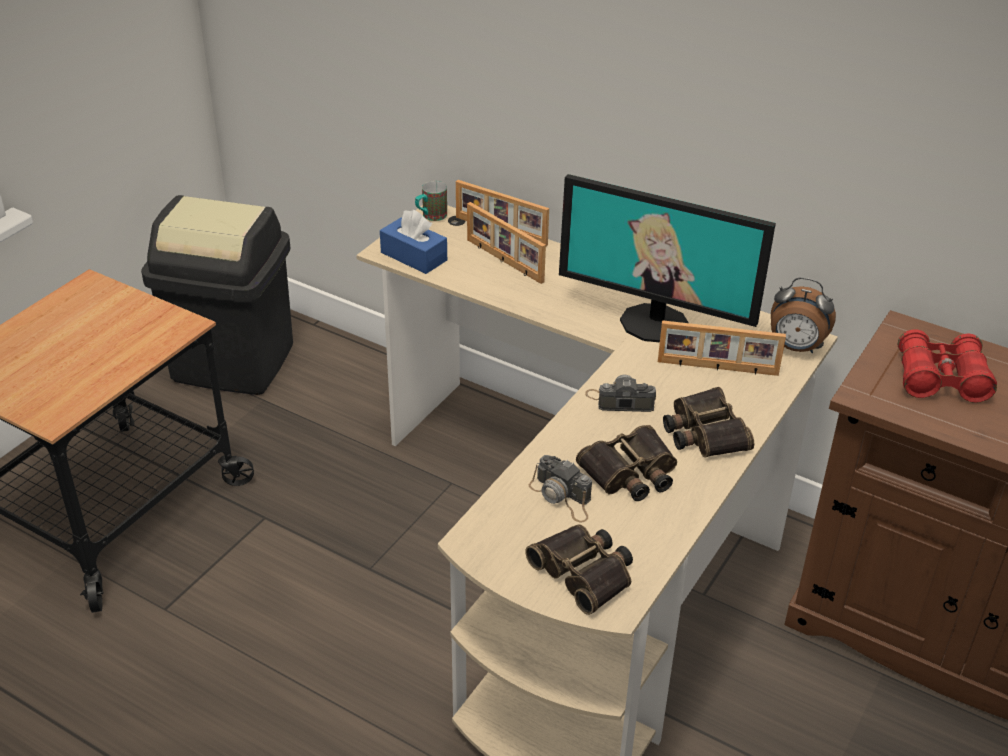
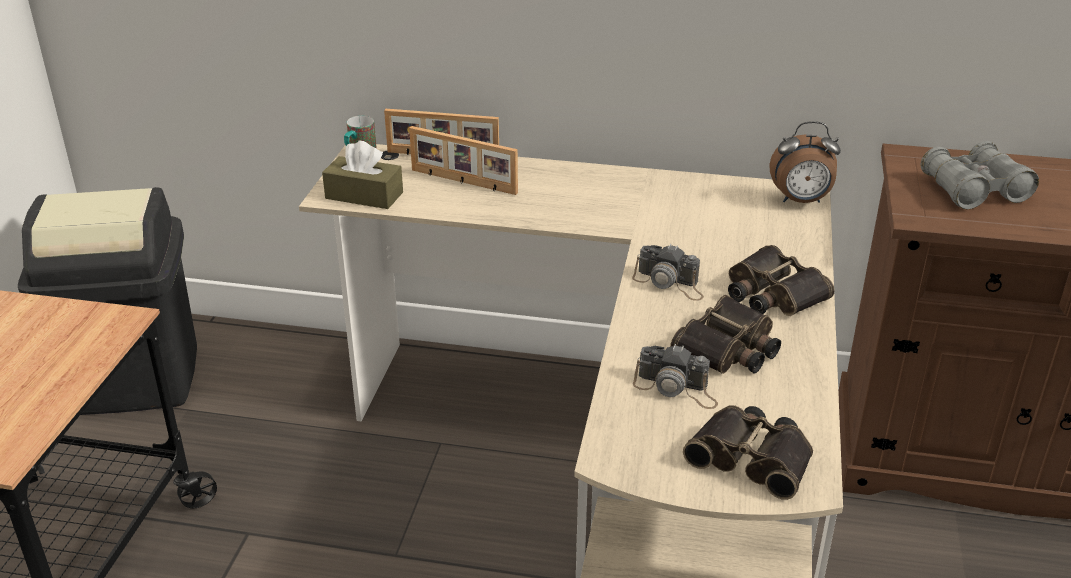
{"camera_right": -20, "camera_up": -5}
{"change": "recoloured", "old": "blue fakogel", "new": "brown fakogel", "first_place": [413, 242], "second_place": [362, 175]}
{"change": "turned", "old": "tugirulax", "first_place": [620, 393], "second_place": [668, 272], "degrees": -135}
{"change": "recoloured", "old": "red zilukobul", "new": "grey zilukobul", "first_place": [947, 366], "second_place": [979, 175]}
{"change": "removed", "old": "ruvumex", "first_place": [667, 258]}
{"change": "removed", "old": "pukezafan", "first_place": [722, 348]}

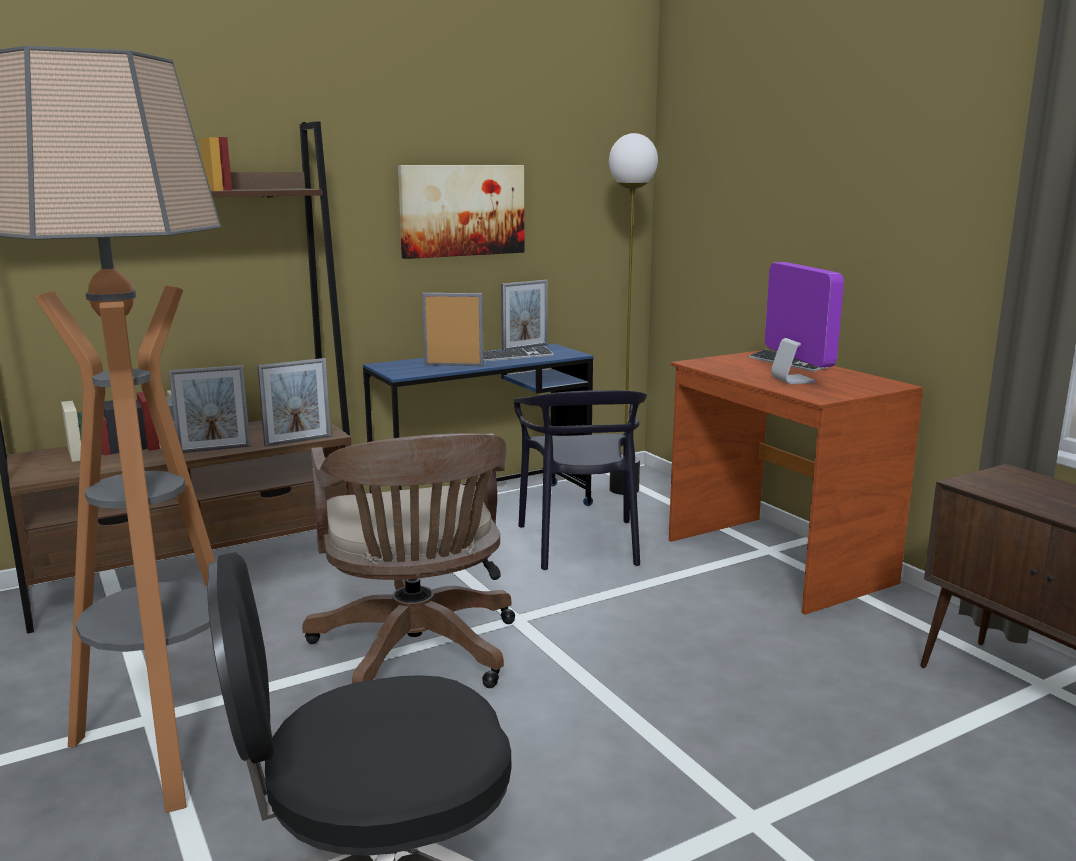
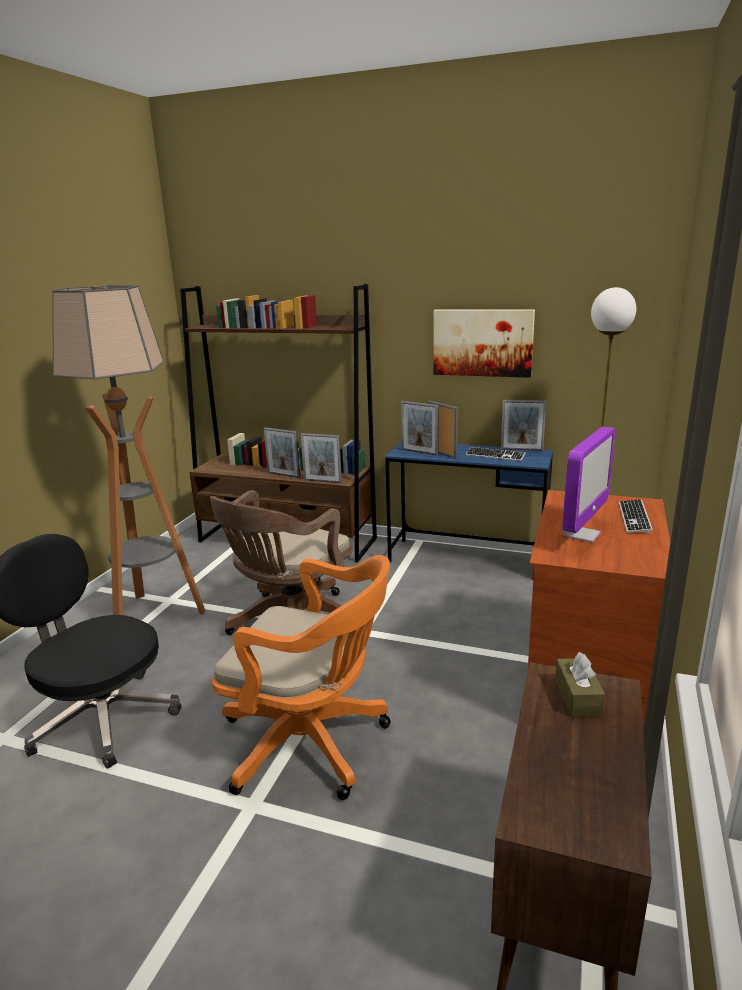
{"camera_right": 50, "camera_up": 5}
{"change": "added", "new": "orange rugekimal", "second_place": [301, 677]}
{"change": "added", "new": "pukezafan", "second_place": [420, 428]}
{"change": "added", "new": "brown fakogel", "second_place": [580, 684]}
{"change": "removed", "old": "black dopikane", "first_place": [580, 480]}

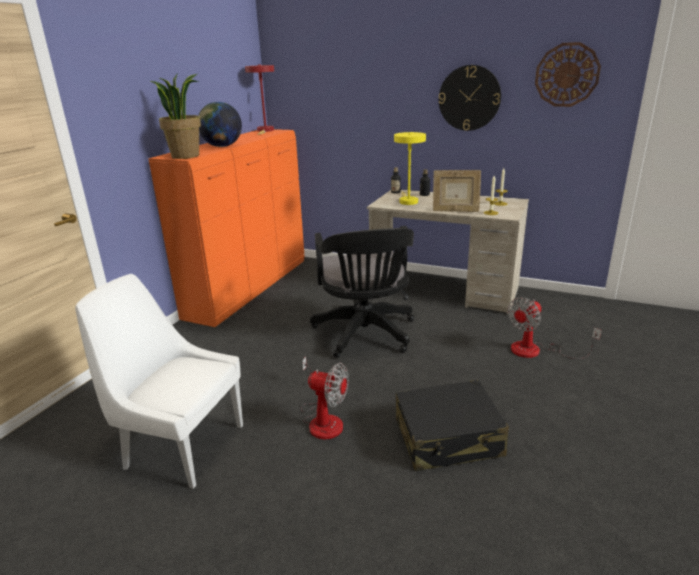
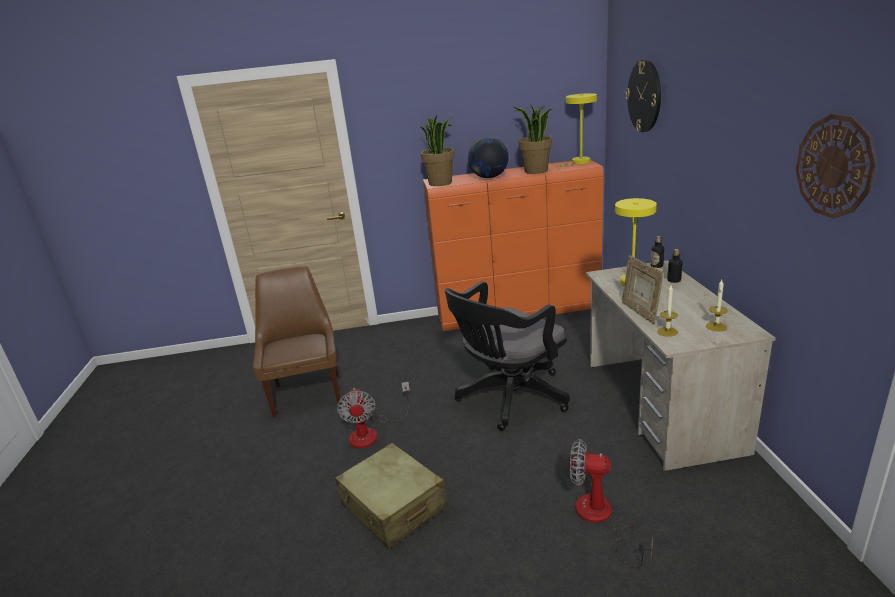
{"camera_right": 60, "camera_up": 0}
{"change": "recoloured", "old": "white dopikane", "new": "brown dopikane", "first_place": [159, 381], "second_place": [297, 342]}
{"change": "recoloured", "old": "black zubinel", "new": "beige zubinel", "first_place": [452, 425], "second_place": [391, 496]}
{"change": "added", "new": "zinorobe", "second_place": [533, 139]}
{"change": "recoloured", "old": "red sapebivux", "new": "yellow sapebivux", "first_place": [259, 100], "second_place": [576, 130]}
{"change": "moved", "old": "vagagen", "first_place": [470, 98], "second_place": [643, 96]}

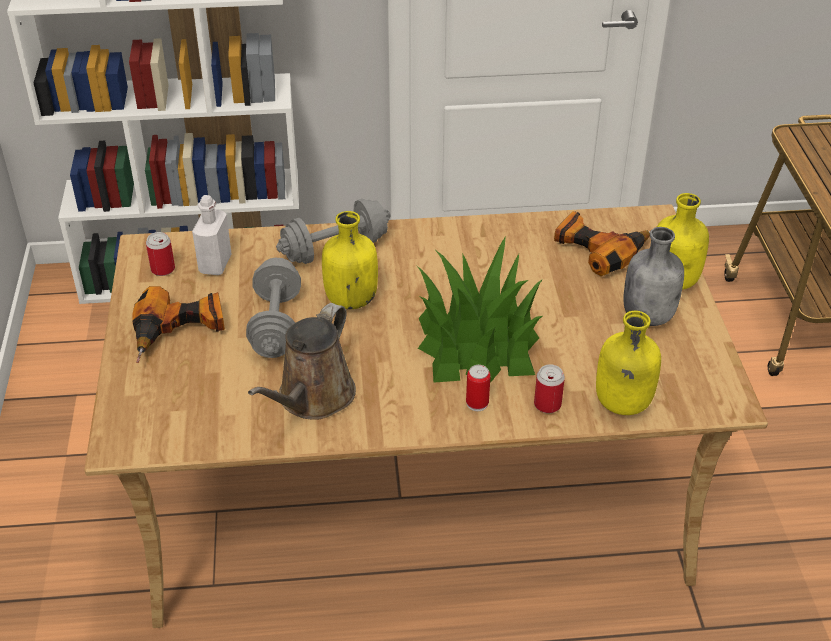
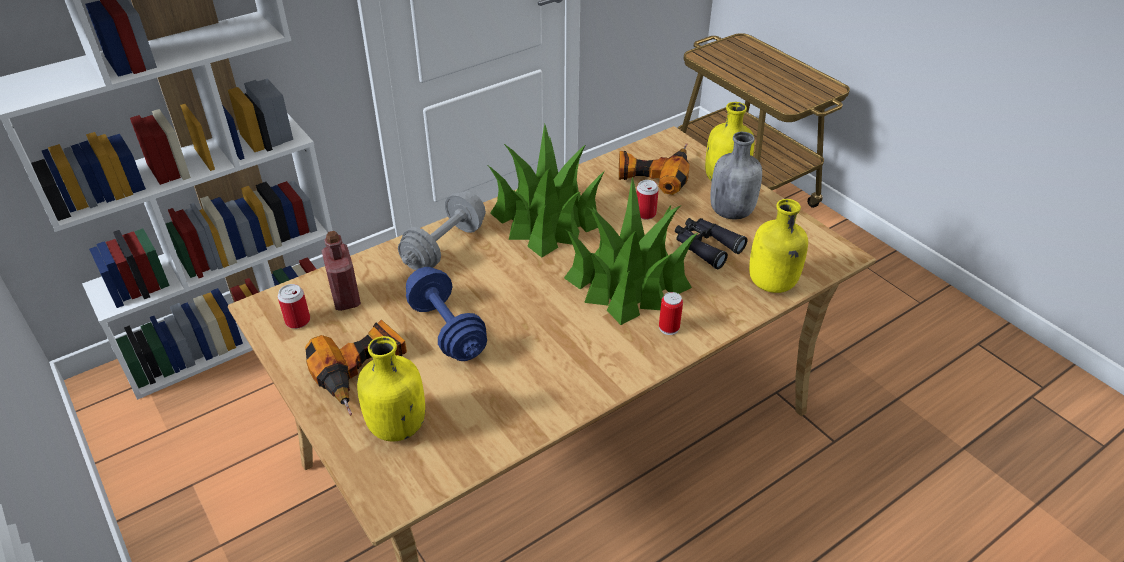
{"camera_right": -30, "camera_up": 0}
{"change": "recoloured", "old": "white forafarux", "new": "red forafarux", "first_place": [212, 235], "second_place": [341, 271]}
{"change": "moved", "old": "yellow forafarux", "first_place": [350, 260], "second_place": [391, 388]}
{"change": "recoloured", "old": "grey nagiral", "new": "blue nagiral", "first_place": [273, 308], "second_place": [446, 314]}
{"change": "added", "new": "zinorobe", "second_place": [546, 190]}
{"change": "moved", "old": "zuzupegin", "first_place": [549, 388], "second_place": [647, 199]}
{"change": "added", "new": "black zilukobul", "second_place": [711, 243]}
{"change": "removed", "old": "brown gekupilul", "first_place": [302, 361]}

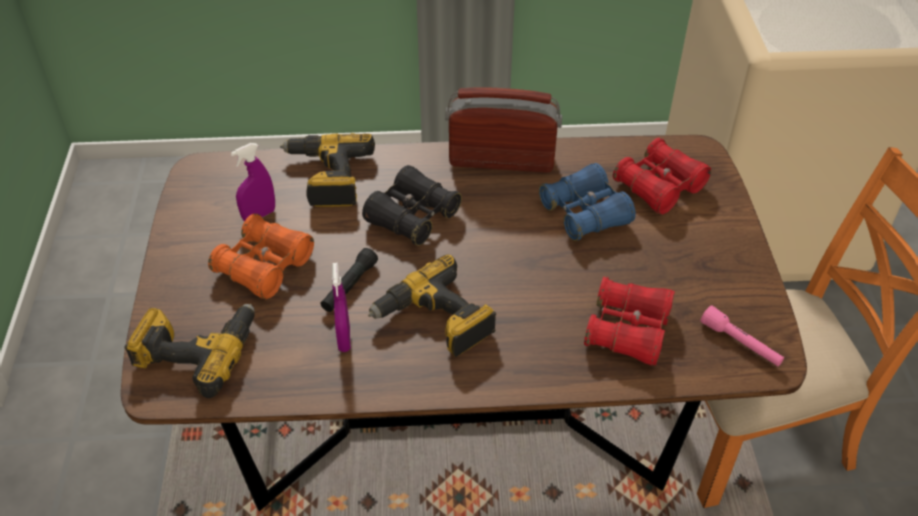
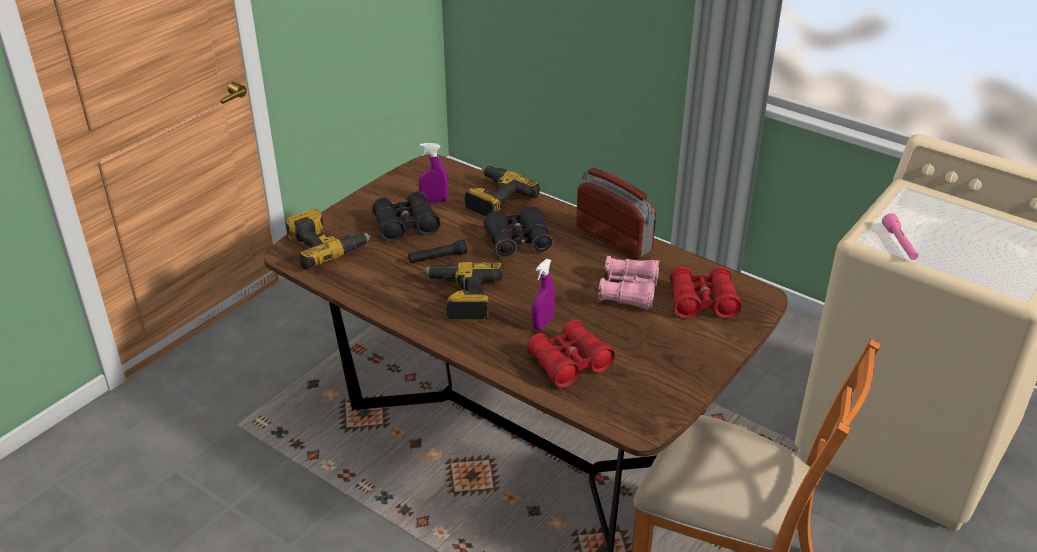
{"camera_right": 40, "camera_up": -10}
{"change": "recoloured", "old": "orange zilukobul", "new": "black zilukobul", "first_place": [261, 256], "second_place": [406, 216]}
{"change": "moved", "old": "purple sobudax", "first_place": [341, 307], "second_place": [543, 294]}
{"change": "recoloured", "old": "blue zilukobul", "new": "pink zilukobul", "first_place": [587, 202], "second_place": [629, 283]}
{"change": "moved", "old": "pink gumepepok", "first_place": [742, 336], "second_place": [900, 236]}

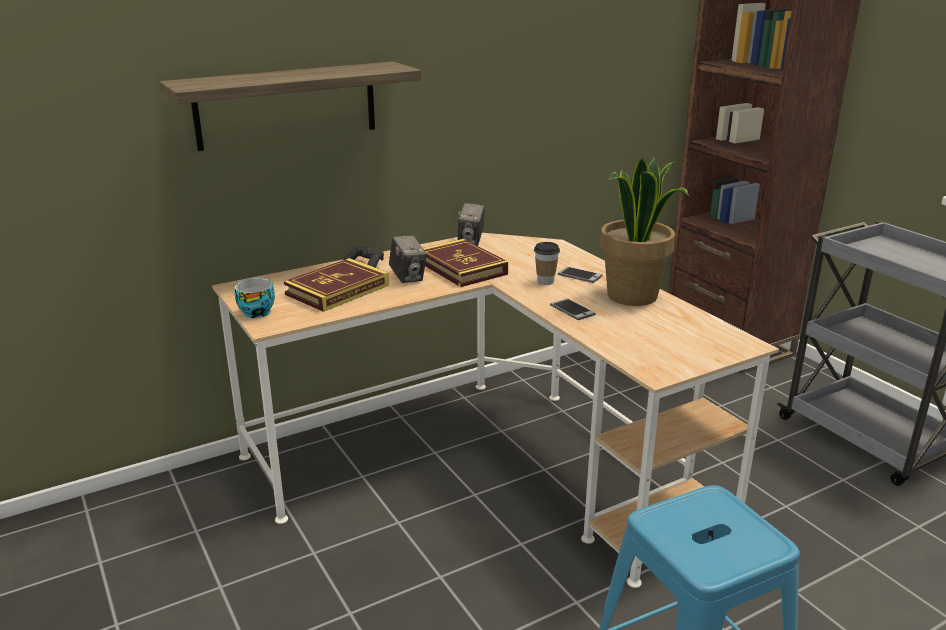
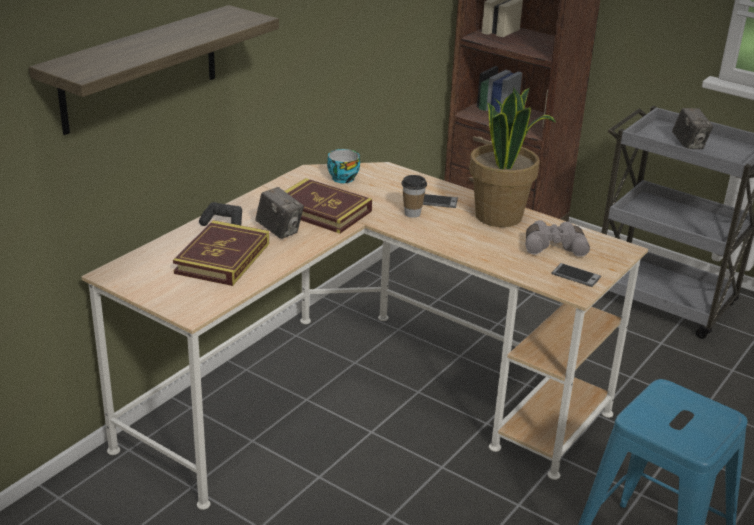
{"camera_right": -25, "camera_up": 5}
{"change": "moved", "old": "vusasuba", "first_place": [255, 298], "second_place": [343, 166]}
{"change": "added", "new": "grey zilukobul", "second_place": [558, 238]}
{"change": "moved", "old": "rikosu", "first_place": [573, 309], "second_place": [576, 275]}
{"change": "moved", "old": "tugirulax", "first_place": [471, 224], "second_place": [692, 128]}

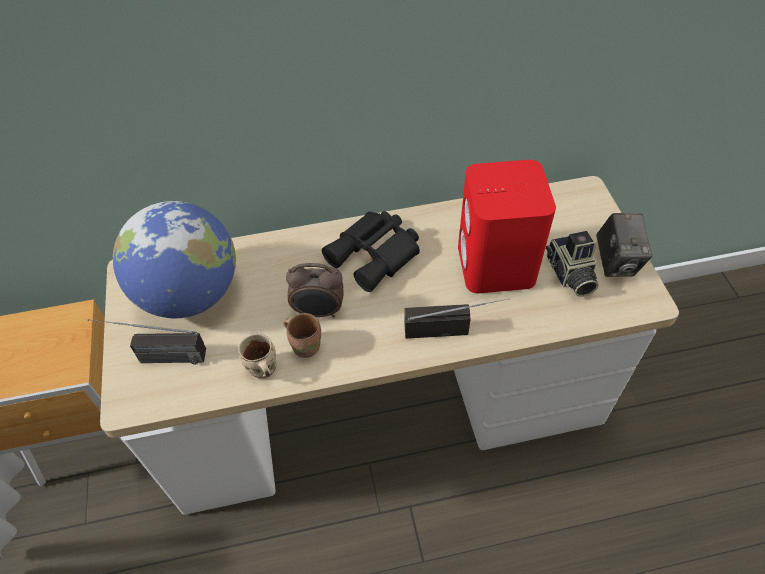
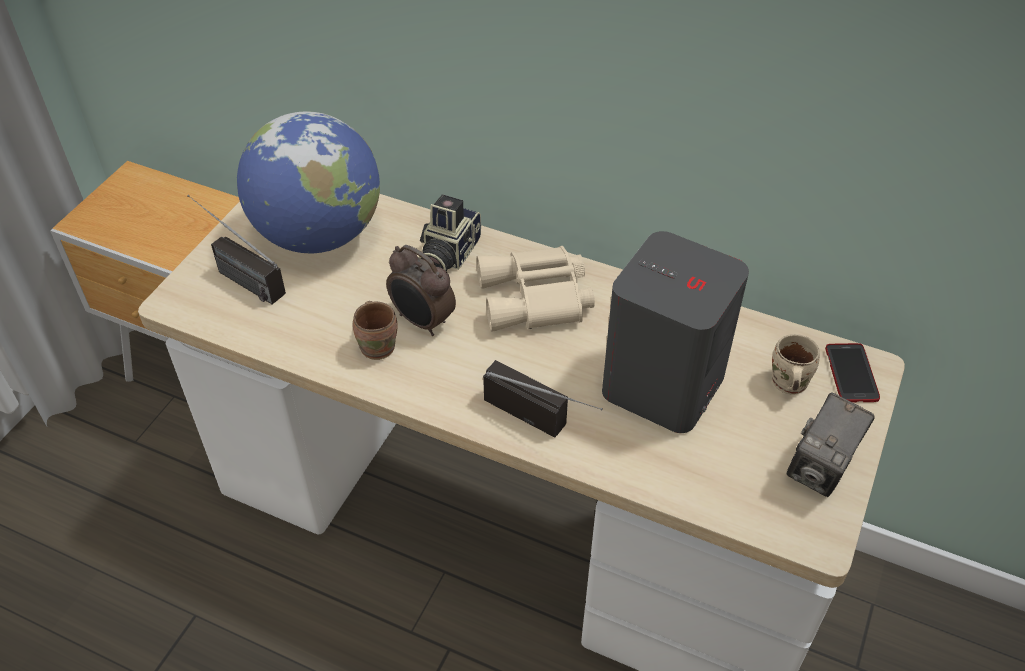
{"camera_right": 35, "camera_up": -5}
{"change": "moved", "old": "tugirulax", "first_place": [572, 264], "second_place": [450, 233]}
{"change": "recoloured", "old": "black zilukobul", "new": "beige zilukobul", "first_place": [371, 251], "second_place": [535, 289]}
{"change": "recoloured", "old": "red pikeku", "new": "grey pikeku", "first_place": [507, 226], "second_place": [675, 332]}
{"change": "moved", "old": "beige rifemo", "first_place": [257, 356], "second_place": [796, 364]}
{"change": "added", "new": "rikosu", "second_place": [852, 373]}

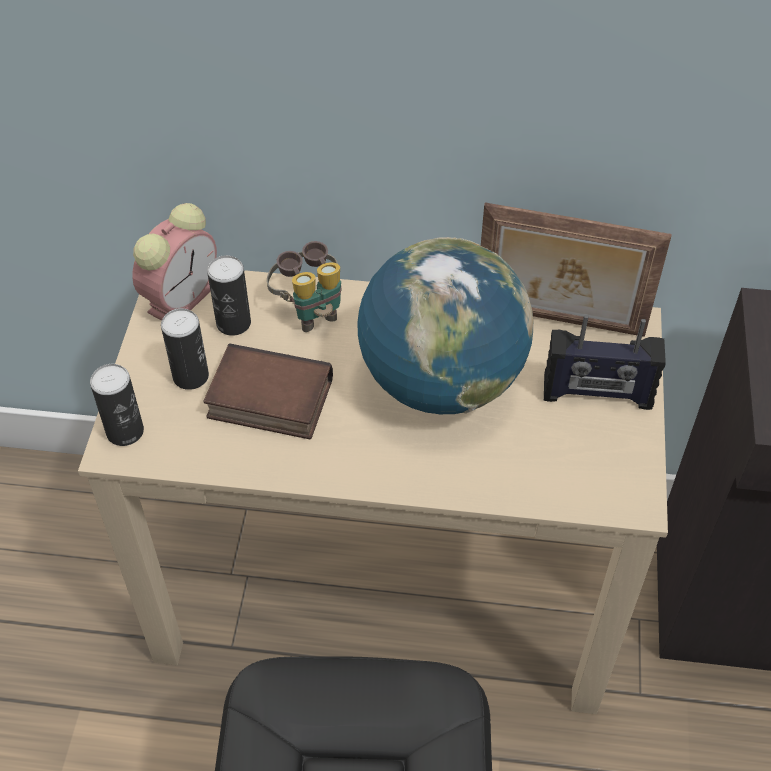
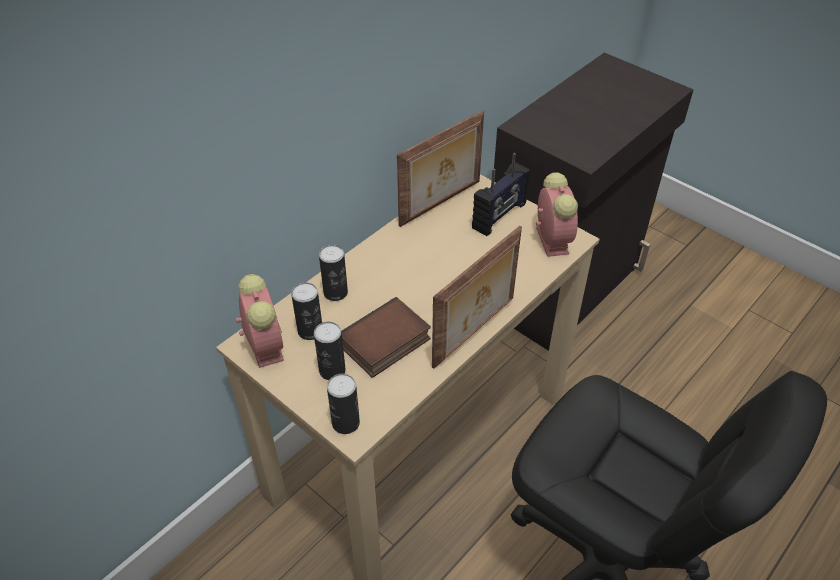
{"camera_right": -55, "camera_up": -5}
{"change": "replaced", "old": "zilukobul", "new": "zuzupegin", "first_place": [304, 286], "second_place": [333, 273]}
{"change": "added", "new": "pukezafan", "second_place": [477, 297]}
{"change": "added", "new": "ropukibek", "second_place": [557, 214]}
{"change": "removed", "old": "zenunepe", "first_place": [445, 325]}

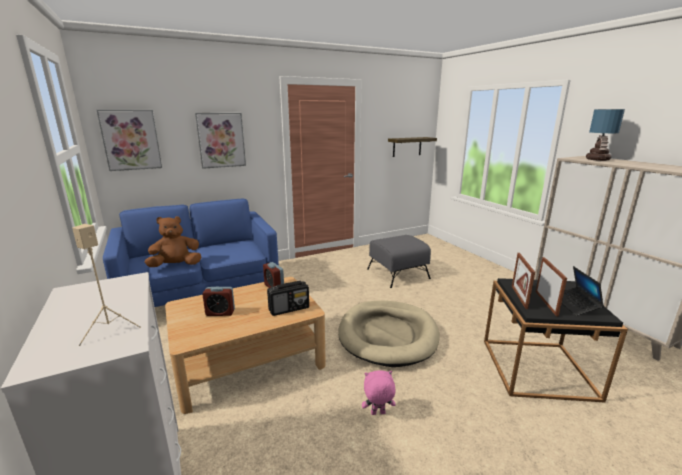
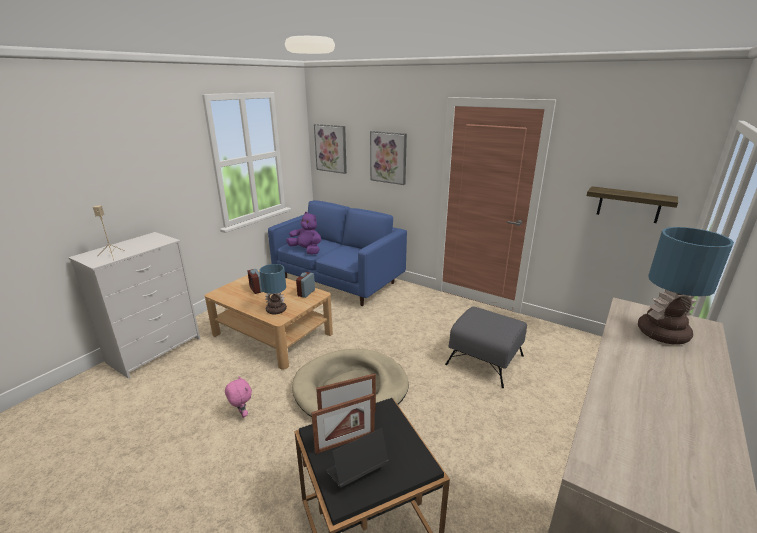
{"camera_right": 60, "camera_up": 5}
{"change": "replaced", "old": "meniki", "new": "sapebivux", "first_place": [288, 298], "second_place": [273, 289]}
{"change": "recoloured", "old": "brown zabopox", "new": "purple zabopox", "first_place": [172, 241], "second_place": [303, 233]}

